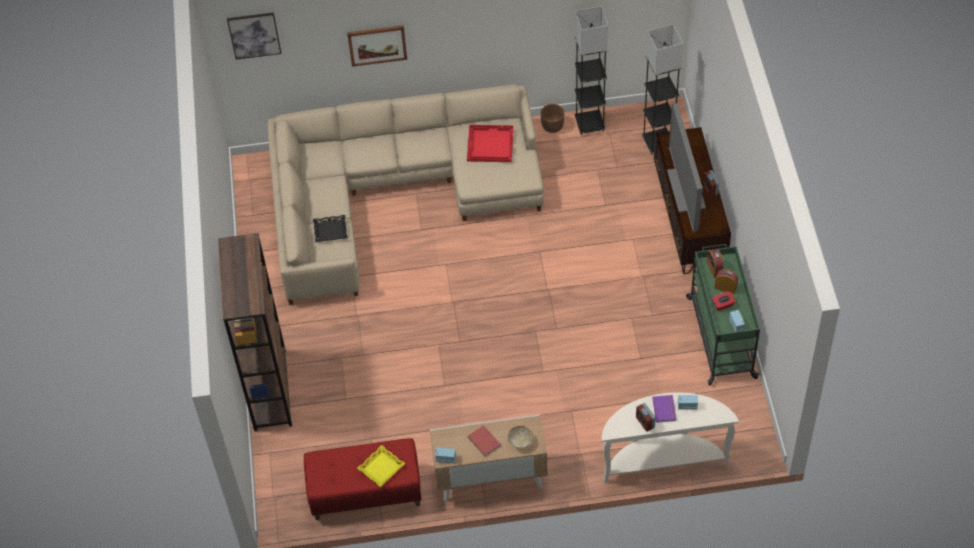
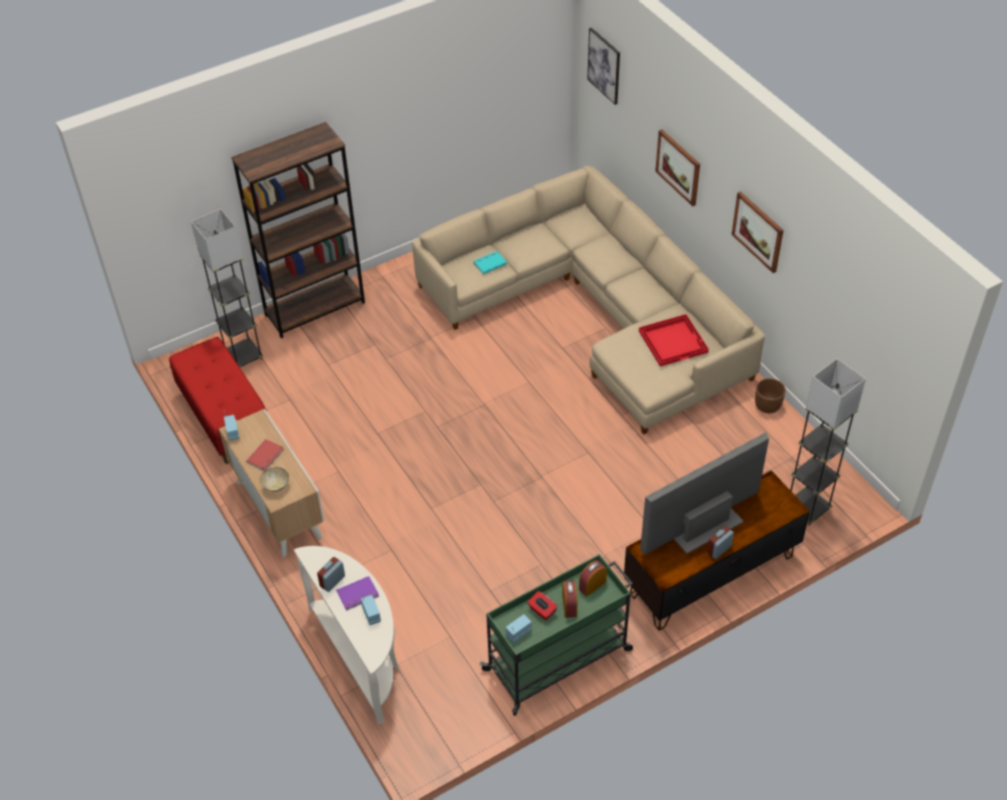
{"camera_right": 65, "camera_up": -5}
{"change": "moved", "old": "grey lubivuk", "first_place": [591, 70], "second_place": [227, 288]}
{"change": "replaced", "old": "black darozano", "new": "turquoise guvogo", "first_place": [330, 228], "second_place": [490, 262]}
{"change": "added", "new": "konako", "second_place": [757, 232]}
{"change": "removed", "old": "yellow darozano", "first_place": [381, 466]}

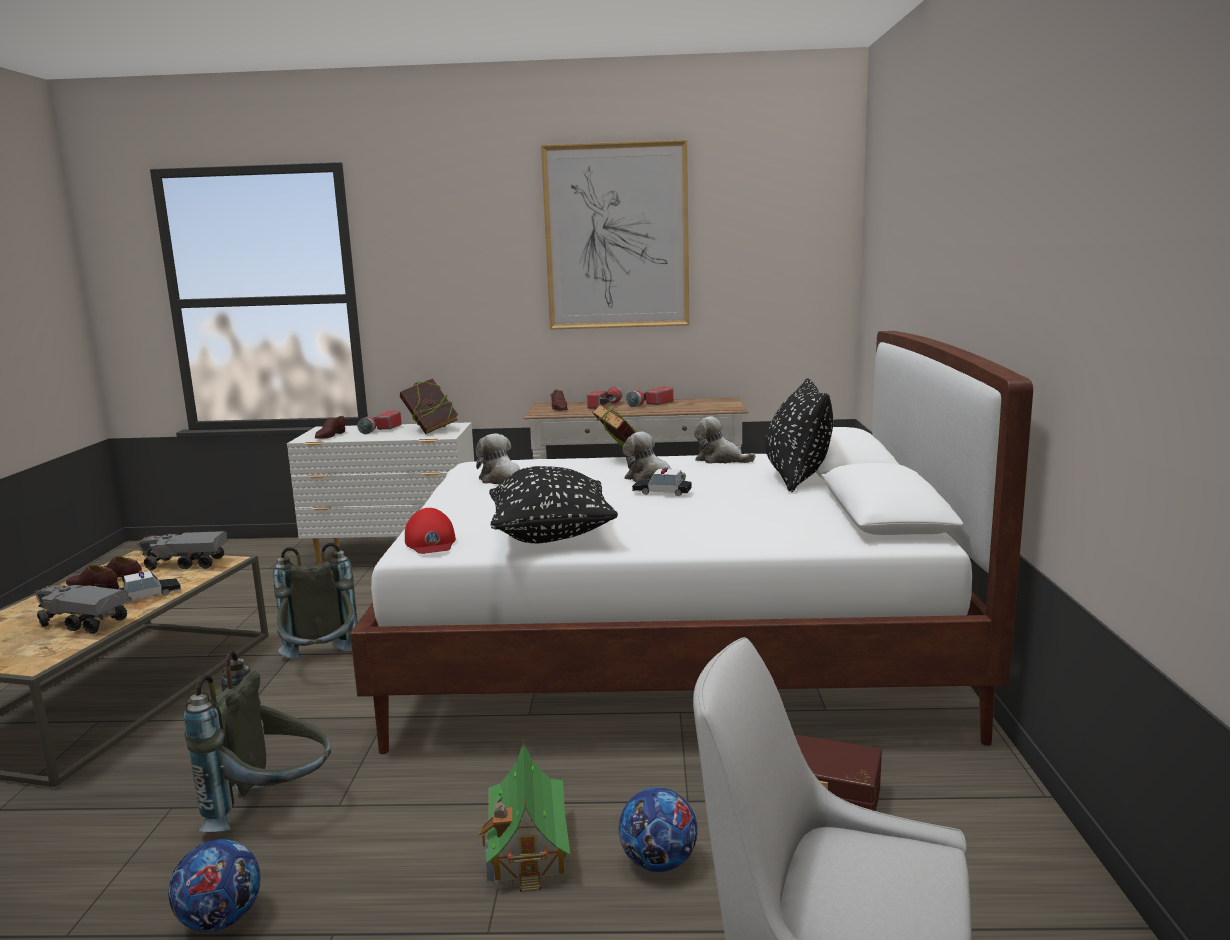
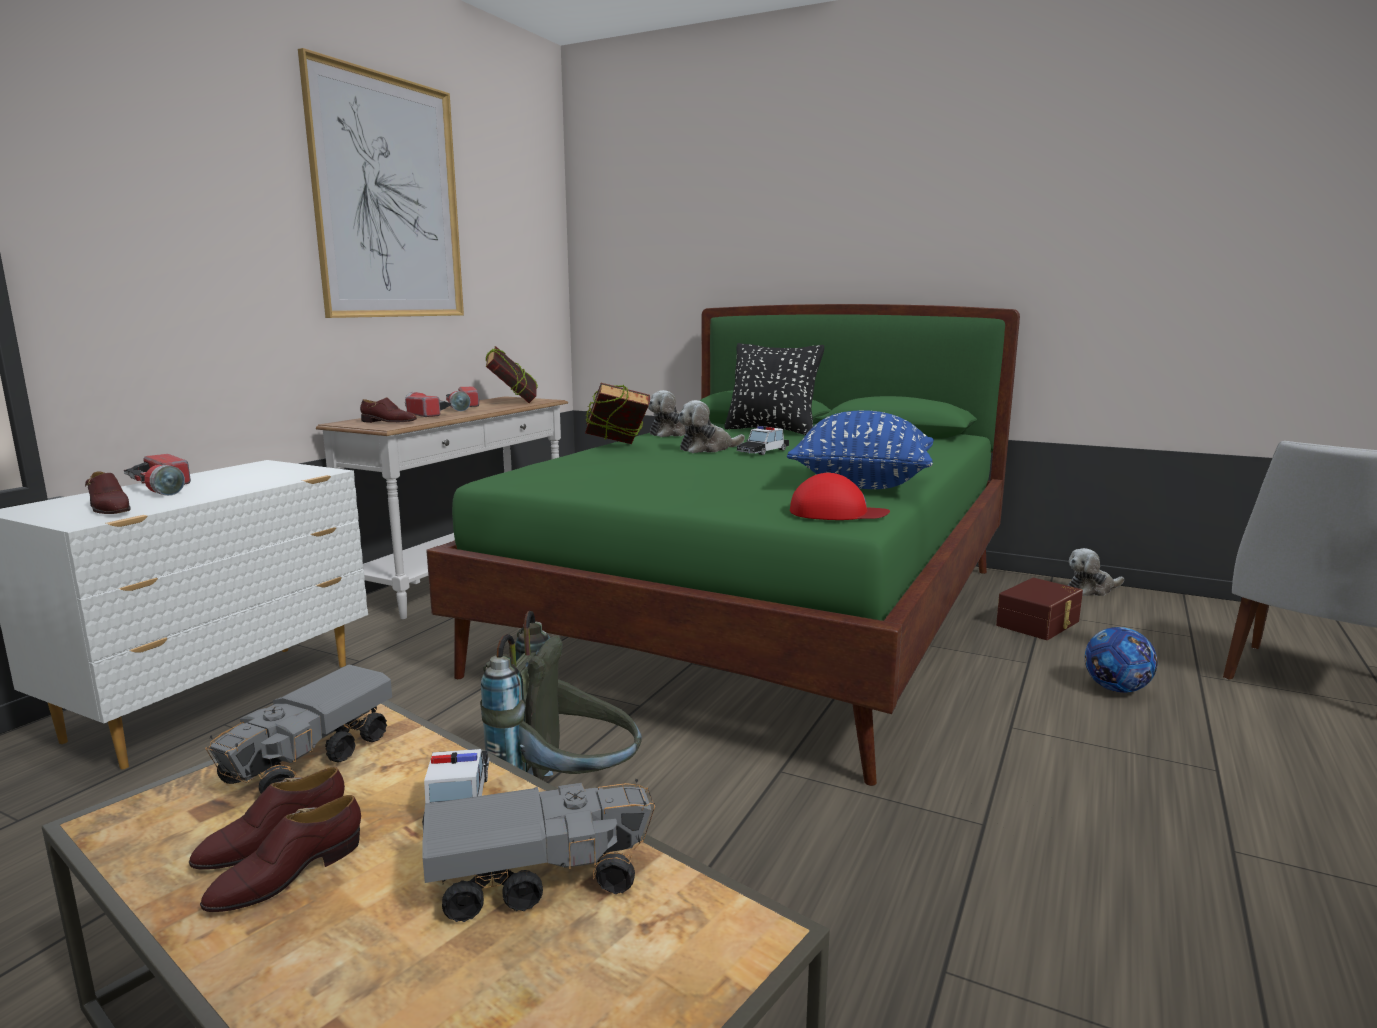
{"camera_right": -65, "camera_up": 0}
{"change": "turned", "old": "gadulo", "first_place": [81, 608], "second_place": [539, 850], "degrees": -150}
{"change": "recoloured", "old": "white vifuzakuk", "new": "green vifuzakuk", "first_place": [691, 542], "second_place": [723, 545]}
{"change": "moved", "old": "guvogo", "first_place": [429, 406], "second_place": [512, 374]}
{"change": "recoloured", "old": "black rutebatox", "new": "blue rutebatox", "first_place": [553, 504], "second_place": [860, 449]}
{"change": "moved", "old": "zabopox", "first_place": [498, 459], "second_place": [1096, 572]}
{"change": "removed", "old": "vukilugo", "first_place": [215, 885]}
{"change": "removed", "old": "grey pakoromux", "first_place": [257, 741]}
{"change": "removed", "old": "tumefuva", "first_place": [528, 815]}

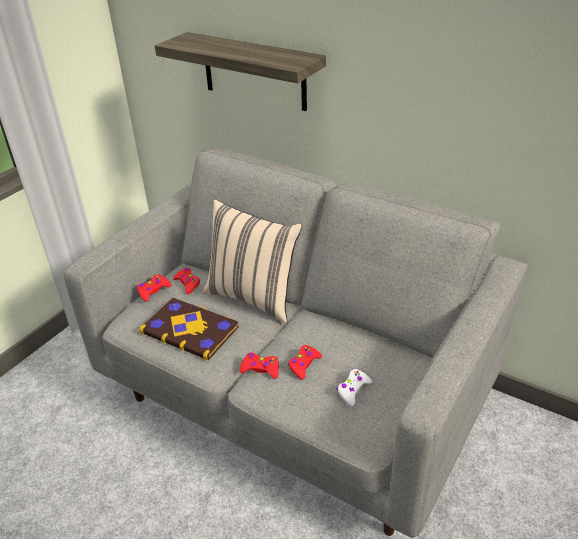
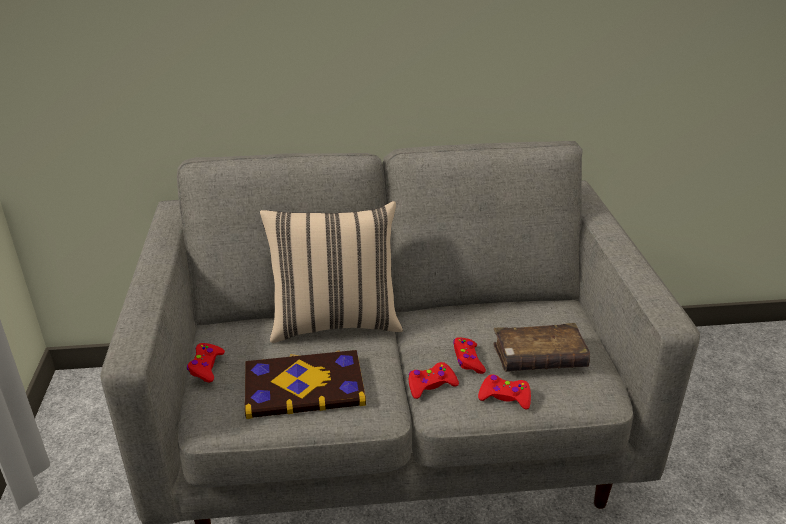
{"camera_right": -40, "camera_up": -5}
{"change": "moved", "old": "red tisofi", "first_place": [186, 281], "second_place": [504, 392]}
{"change": "replaced", "old": "white tisofi", "new": "brown guvogo", "first_place": [354, 387], "second_place": [542, 347]}
{"change": "removed", "old": "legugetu", "first_place": [240, 71]}

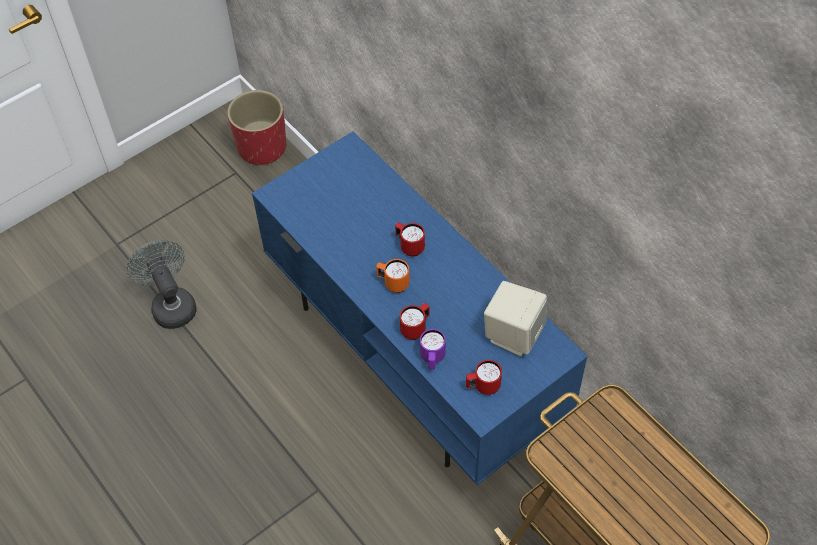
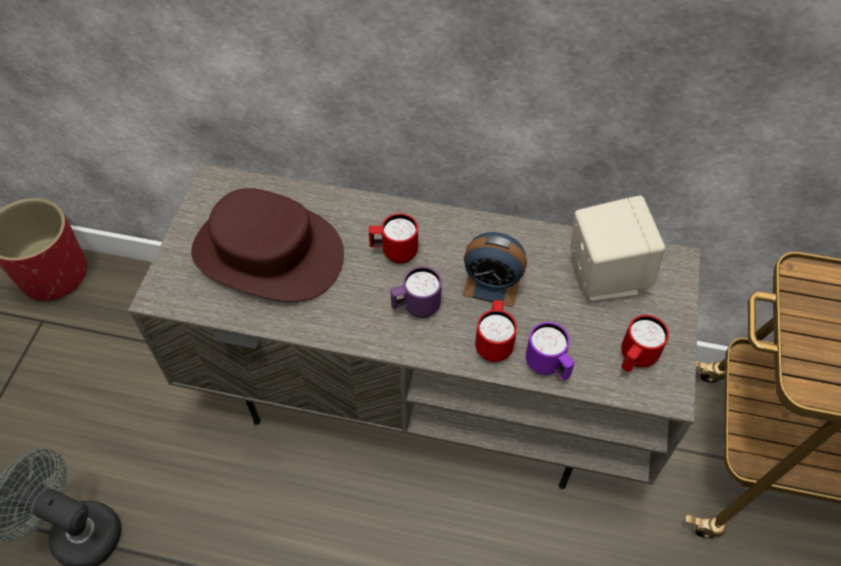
{"camera_right": -40, "camera_up": 0}
{"change": "recoloured", "old": "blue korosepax", "new": "grey korosepax", "first_place": [420, 308], "second_place": [414, 326]}
{"change": "added", "new": "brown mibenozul", "second_place": [267, 245]}
{"change": "recoloured", "old": "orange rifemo", "new": "purple rifemo", "first_place": [393, 276], "second_place": [416, 292]}
{"change": "added", "new": "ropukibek", "second_place": [494, 269]}

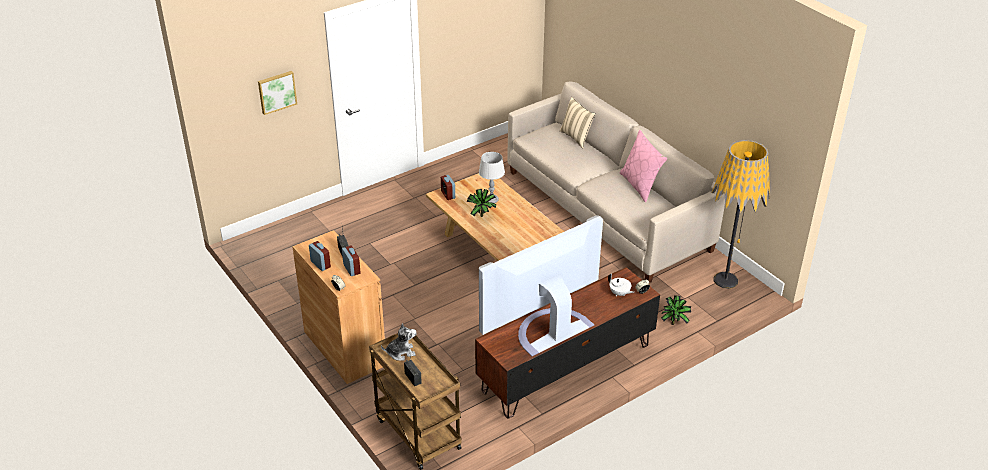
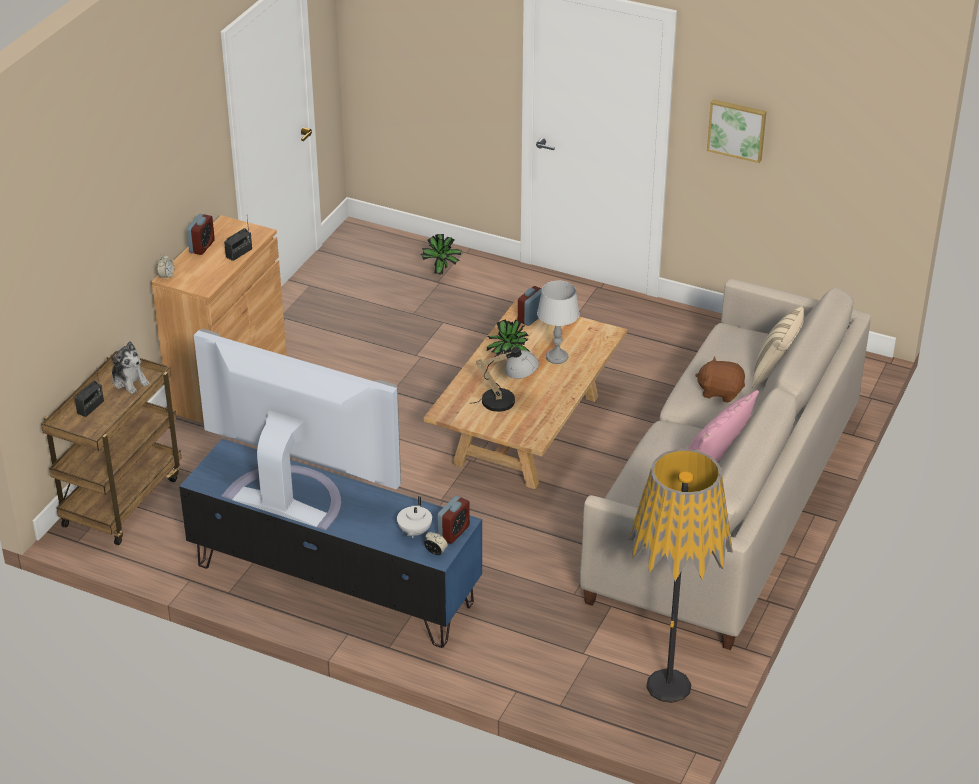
{"camera_right": 60, "camera_up": 0}
{"change": "recoloured", "old": "brown korosepax", "new": "blue korosepax", "first_place": [567, 343], "second_place": [330, 543]}
{"change": "moved", "old": "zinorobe", "first_place": [676, 310], "second_place": [440, 254]}
{"change": "moved", "old": "ropukibek", "first_place": [351, 261], "second_place": [454, 520]}
{"change": "added", "new": "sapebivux", "second_place": [504, 379]}
{"change": "added", "new": "brown zabopox", "second_place": [720, 379]}
{"change": "moved", "old": "konako", "first_place": [277, 93], "second_place": [737, 131]}

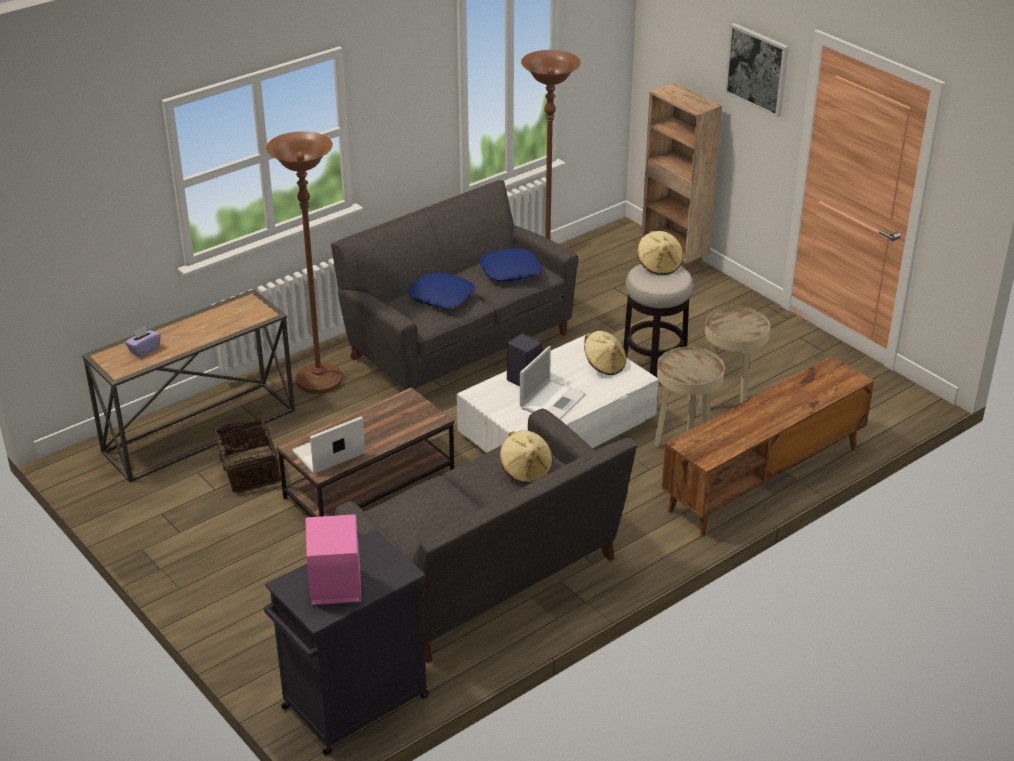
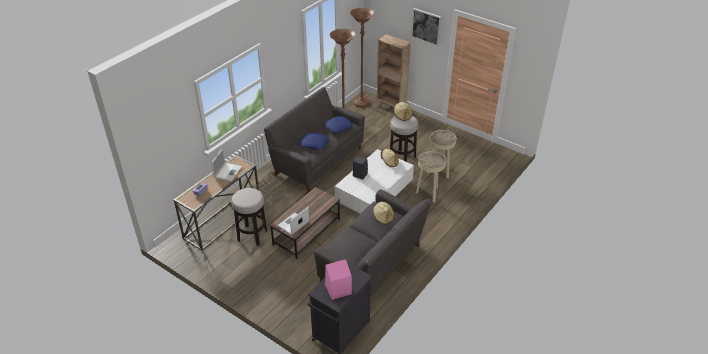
{"camera_right": -15, "camera_up": 5}
{"change": "moved", "old": "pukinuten", "first_place": [553, 382], "second_place": [226, 165]}
{"change": "replaced", "old": "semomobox", "new": "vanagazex", "first_place": [248, 455], "second_place": [249, 217]}
{"change": "moved", "old": "brown lubivuk", "first_place": [304, 262], "second_place": [362, 57]}
{"change": "removed", "old": "brown korosepax", "first_place": [768, 446]}

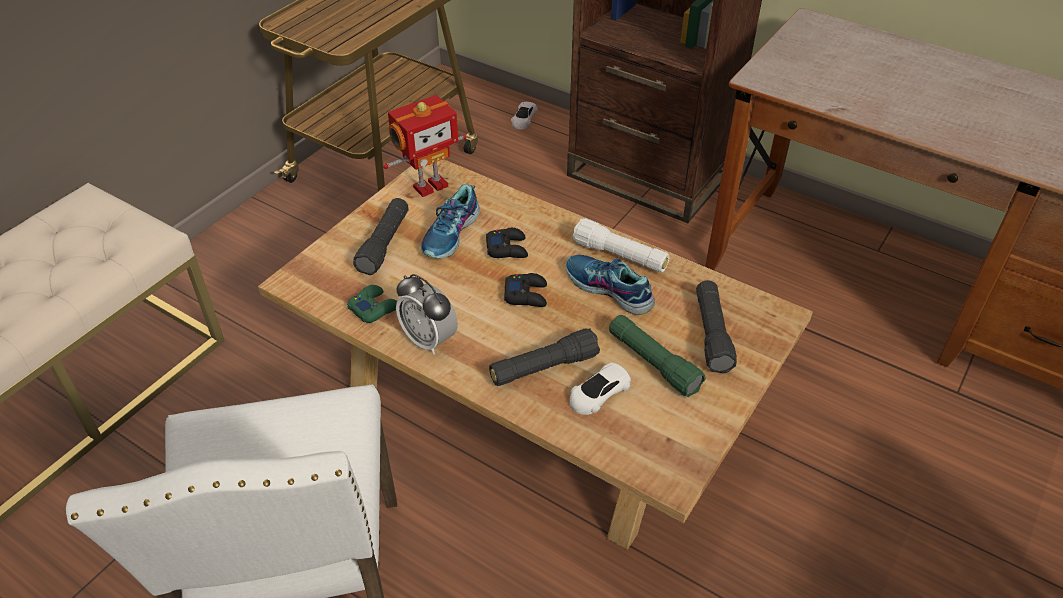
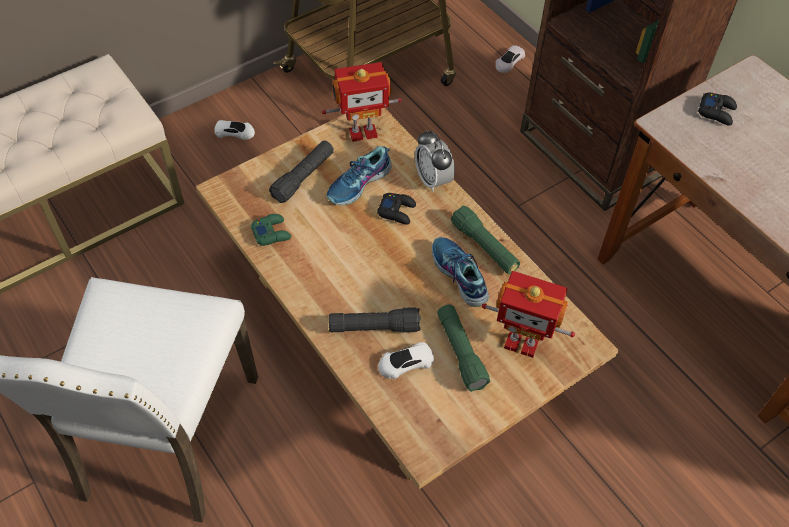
{"camera_right": 20, "camera_up": 10}
{"change": "added", "new": "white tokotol", "second_place": [234, 130]}
{"change": "moved", "old": "ropukibek", "first_place": [427, 314], "second_place": [435, 161]}
{"change": "recoloured", "old": "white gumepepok", "new": "green gumepepok", "first_place": [621, 245], "second_place": [485, 240]}
{"change": "replaced", "old": "black gumepepok", "new": "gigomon", "first_place": [716, 326], "second_place": [528, 314]}
{"change": "moved", "old": "black tisofi", "first_place": [525, 290], "second_place": [717, 109]}

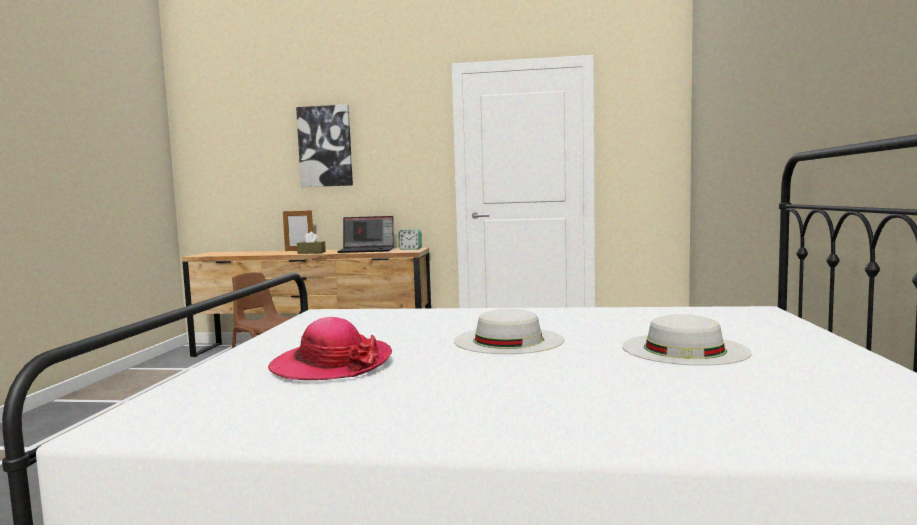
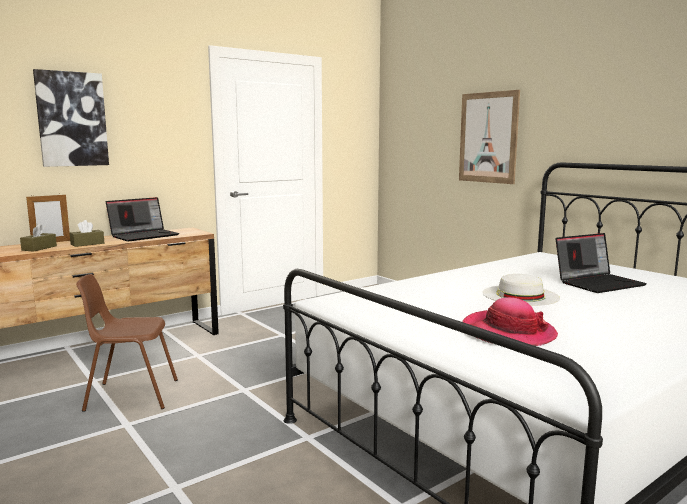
{"camera_right": -45, "camera_up": 5}
{"change": "added", "new": "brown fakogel", "second_place": [38, 237]}
{"change": "added", "new": "konako", "second_place": [489, 137]}
{"change": "replaced", "old": "white mibenozul", "new": "pukinuten", "first_place": [687, 340], "second_place": [601, 263]}
{"change": "removed", "old": "ropukibek", "first_place": [410, 239]}

